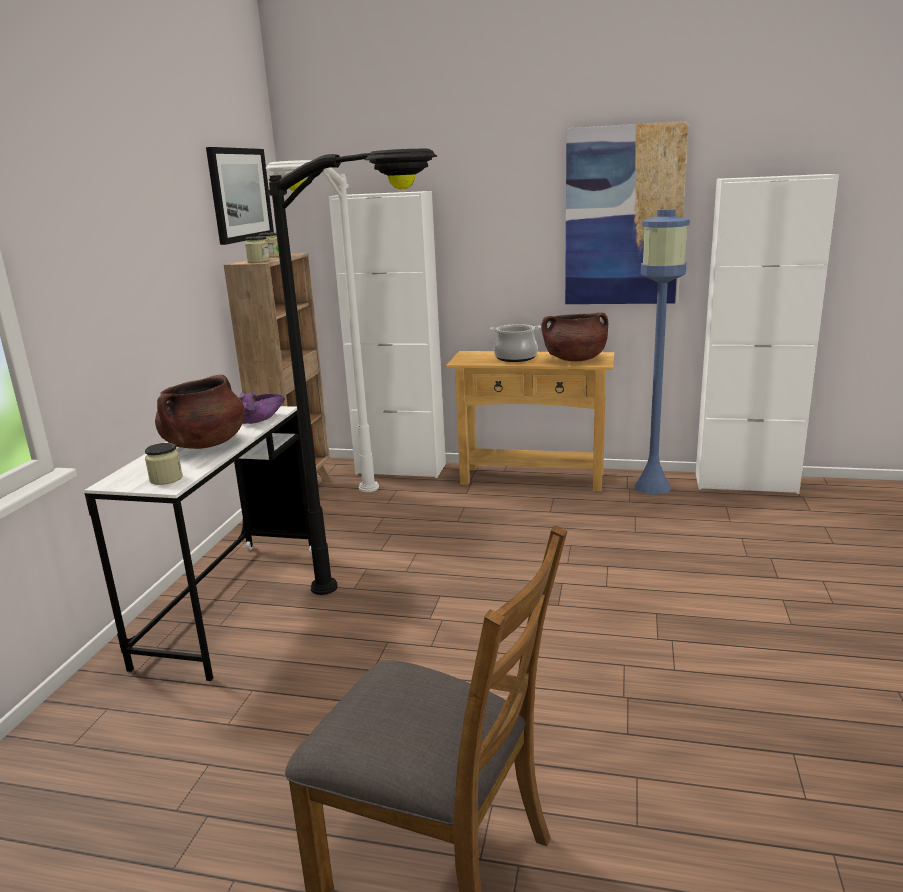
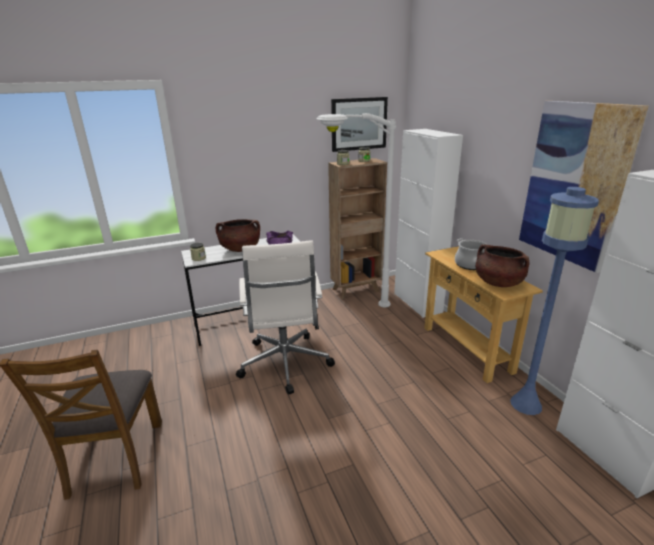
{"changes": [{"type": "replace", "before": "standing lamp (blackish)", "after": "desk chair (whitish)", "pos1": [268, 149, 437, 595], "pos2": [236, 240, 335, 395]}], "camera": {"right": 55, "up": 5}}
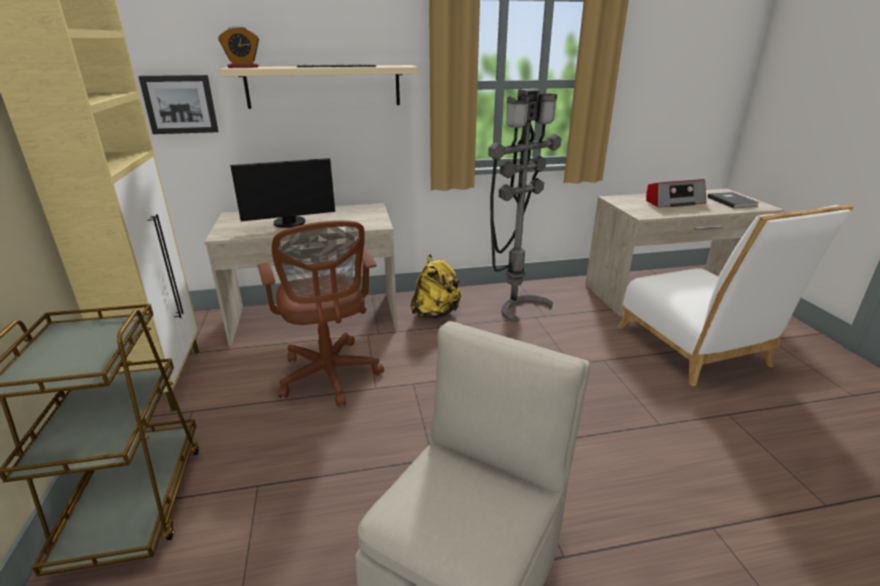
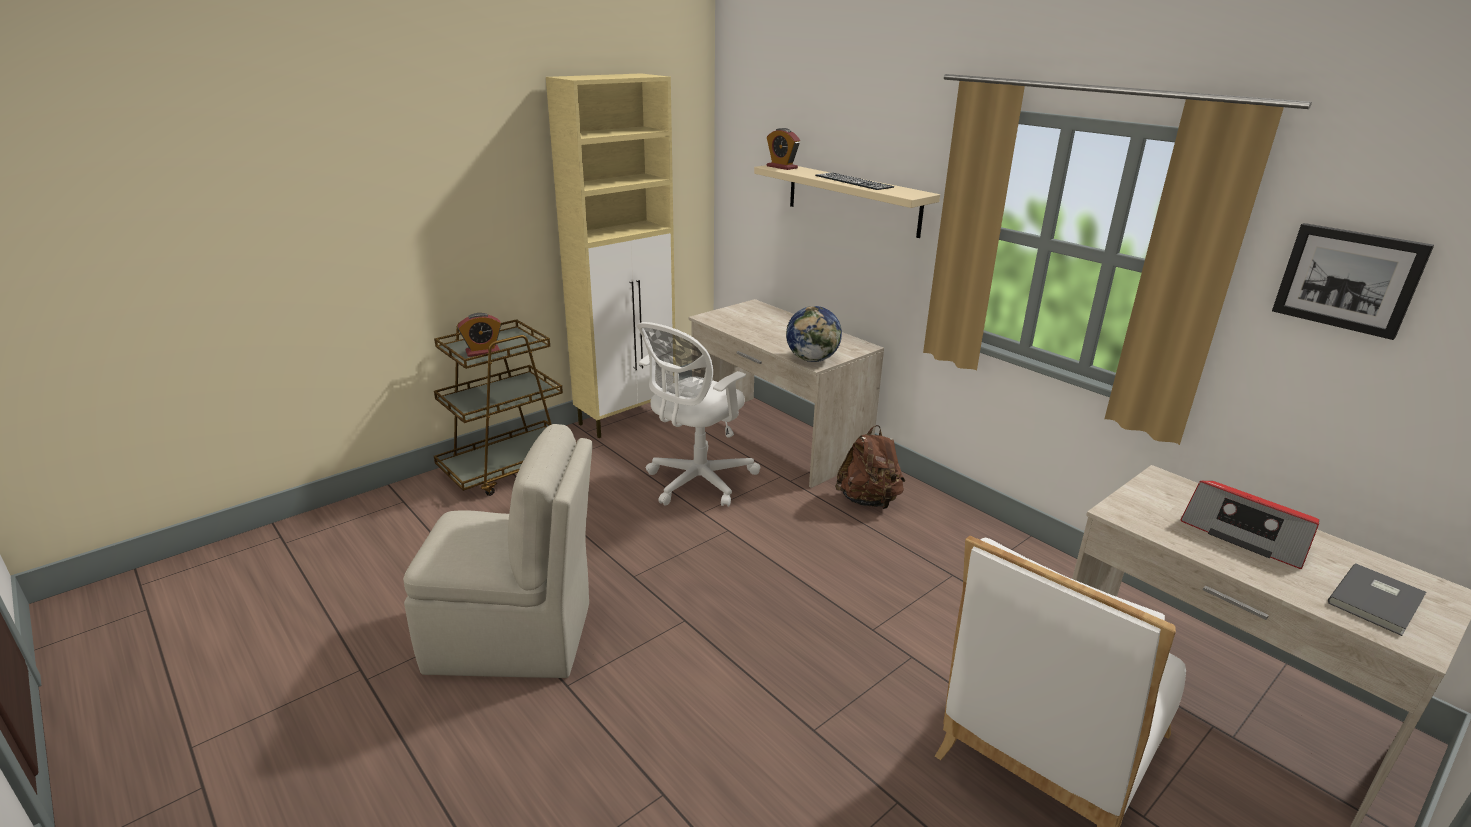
{"changes": [{"type": "move", "before": "picture", "pos1": [138, 75, 219, 134], "pos2": [1272, 223, 1434, 340]}, {"type": "delete", "before": "computer display", "pos1": [230, 158, 335, 228]}, {"type": "recolor", "before": "desk chair (brown-coloured)", "after": "desk chair (whitish)", "pos1": [258, 220, 384, 407], "pos2": [637, 322, 760, 507]}, {"type": "recolor", "before": "rucksack (yellow)", "after": "rucksack (brown-coloured)", "pos1": [410, 254, 462, 318], "pos2": [835, 425, 905, 509]}, {"type": "delete", "before": "standing lamp (greyish)", "pos1": [488, 88, 562, 322]}, {"type": "insert", "after": "table clock", "pos2": [457, 313, 501, 357]}, {"type": "insert", "after": "world globe", "pos2": [786, 306, 842, 362]}], "camera": {"right": 60, "up": 0}}
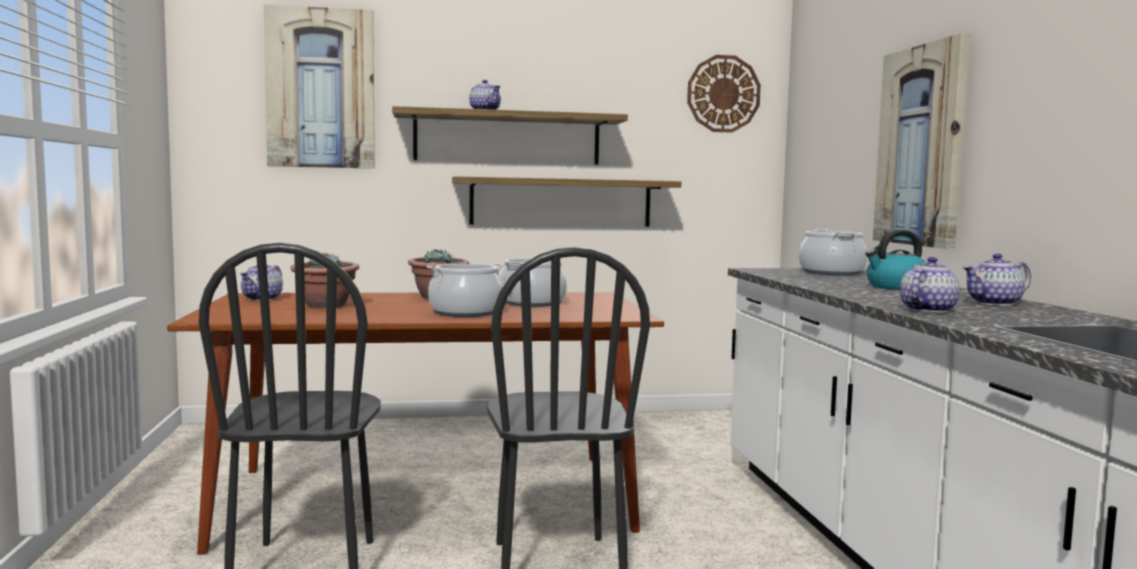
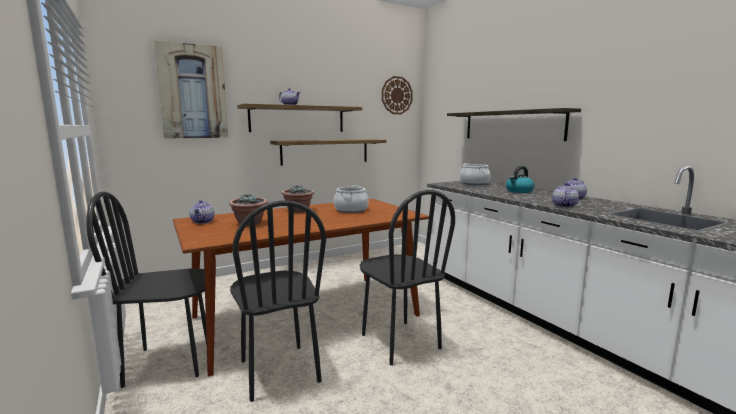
{"changes": [{"type": "delete", "before": "saucepot", "pos1": [426, 263, 505, 317]}, {"type": "replace", "before": "picture", "after": "shelf", "pos1": [873, 33, 970, 249], "pos2": [447, 108, 581, 141]}, {"type": "insert", "after": "upright chair (blackish)", "pos2": [86, 191, 207, 388]}], "camera": {"right": -20, "up": 5}}
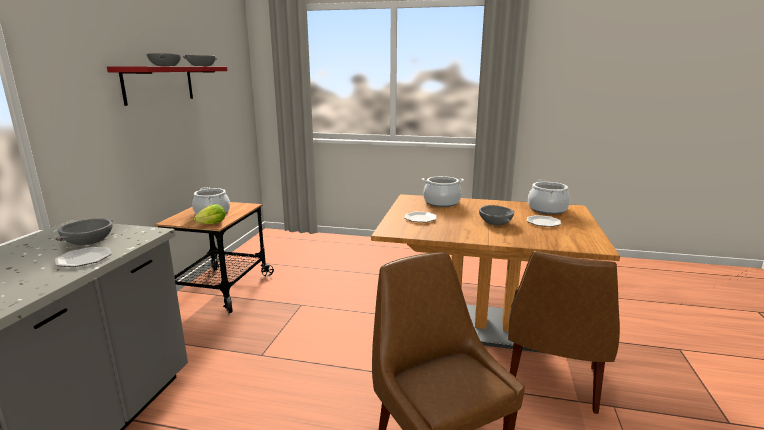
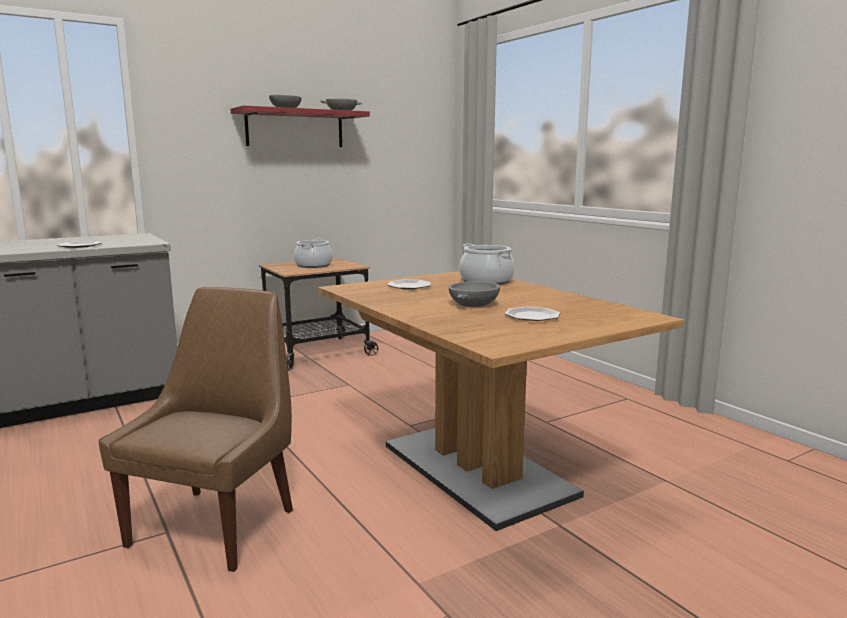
{"changes": [{"type": "delete", "before": "serving bowl (greyish)", "pos1": [55, 218, 113, 245]}, {"type": "delete", "before": "lettuce head", "pos1": [193, 204, 225, 224]}, {"type": "delete", "before": "upright chair (brown-coloured)", "pos1": [508, 251, 620, 414]}, {"type": "delete", "before": "saucepot", "pos1": [528, 180, 570, 214]}], "camera": {"right": 45, "up": -5}}
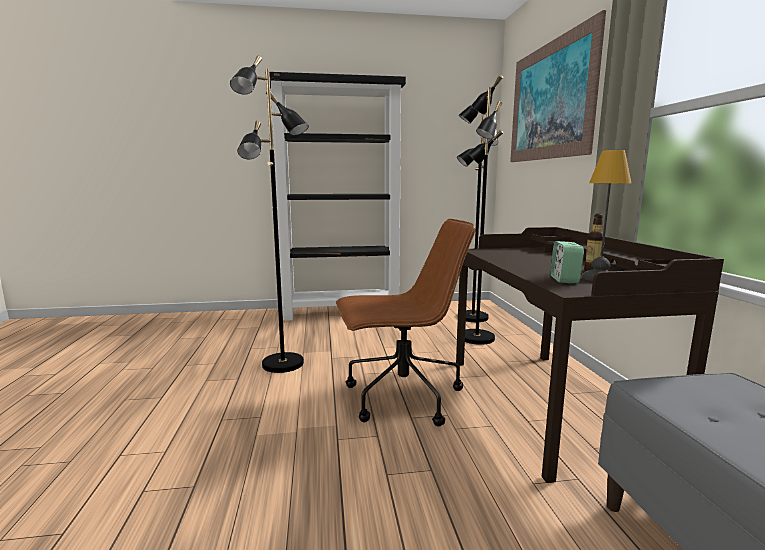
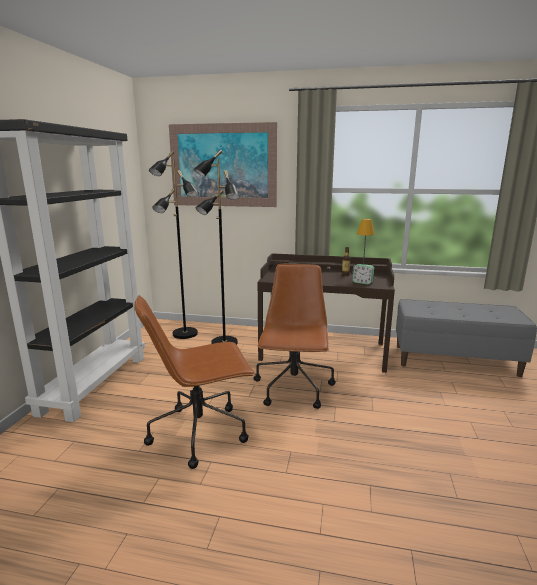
{"changes": [{"type": "replace", "before": "standing lamp (blackish)", "after": "desk chair (brown-coloured)", "pos1": [230, 55, 309, 373], "pos2": [135, 295, 255, 469]}], "camera": {"right": -70, "up": 5}}
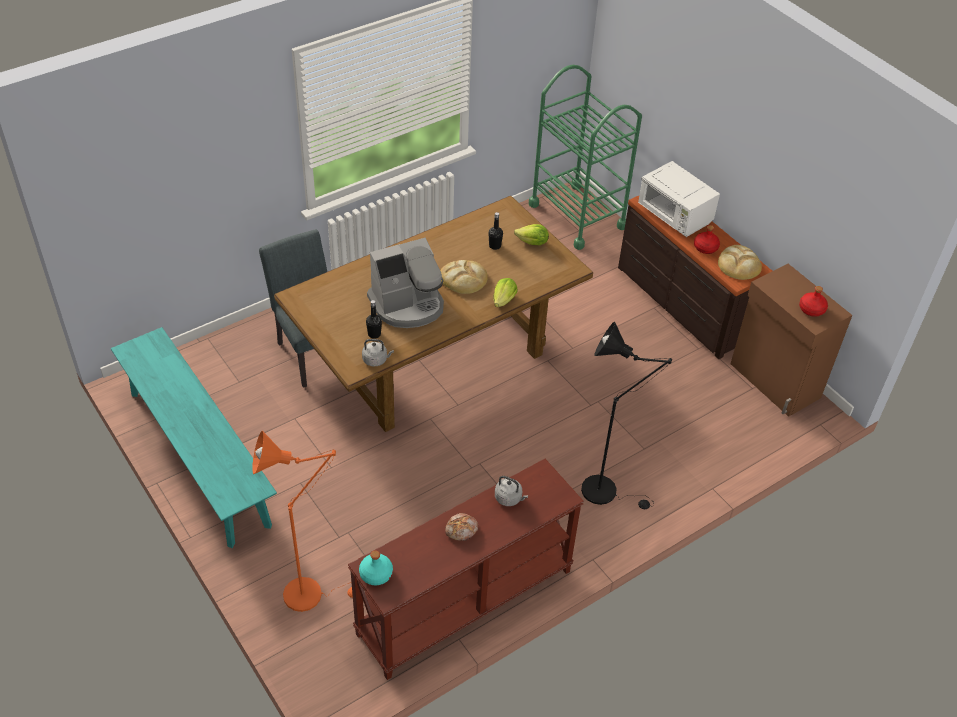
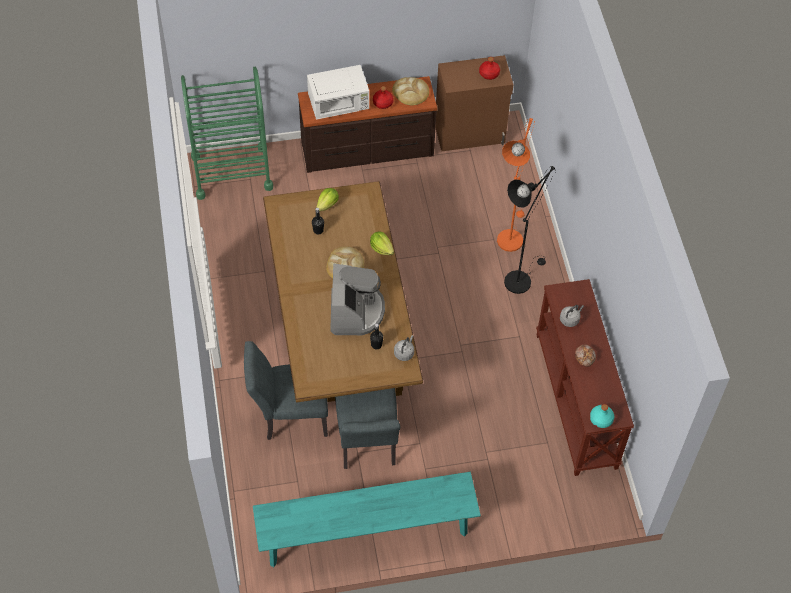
{"changes": [{"type": "move", "before": "standing lamp (orange)", "pos1": [252, 431, 353, 612], "pos2": [497, 118, 535, 252]}, {"type": "insert", "after": "upright chair (greyish)", "pos2": [335, 388, 400, 469]}], "camera": {"right": -65, "up": 10}}
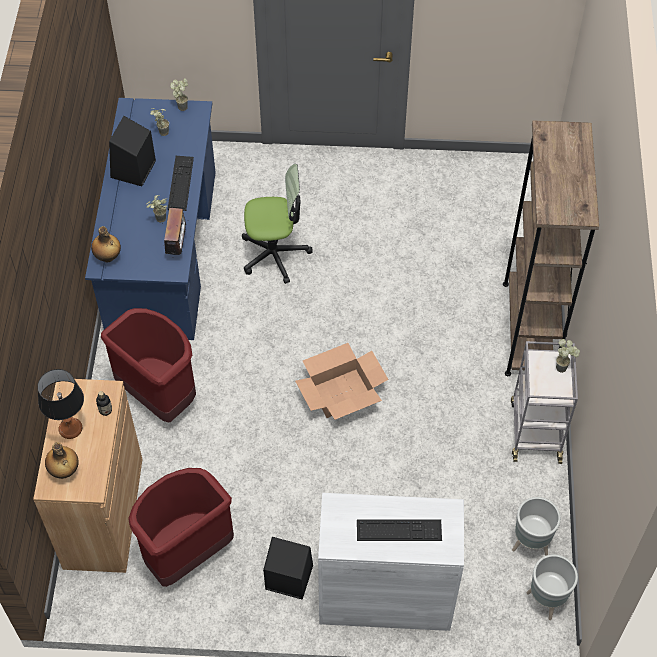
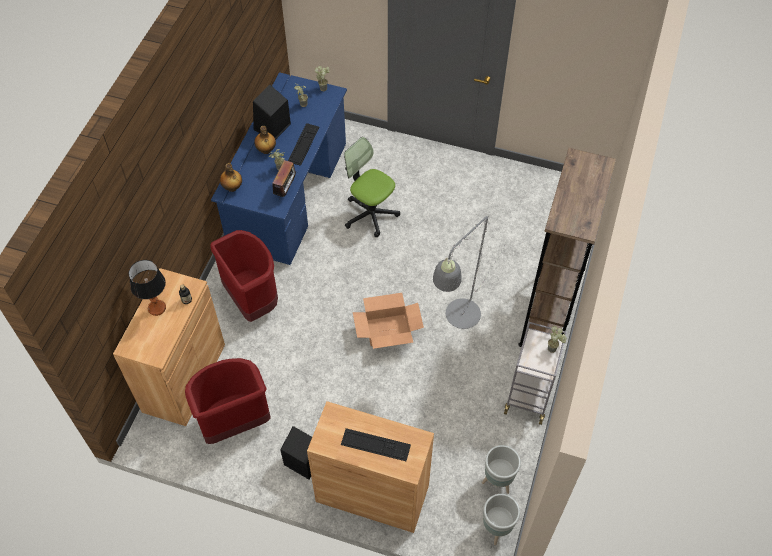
{"changes": [{"type": "move", "before": "drink bottle", "pos1": [45, 442, 79, 479], "pos2": [254, 126, 276, 154]}, {"type": "rotate", "before": "desk chair", "pos1": [242, 164, 313, 284], "pos2": [344, 137, 400, 237], "turn": -150}, {"type": "recolor", "before": "cabinet (whitish)", "after": "cabinet (brown-coloured)", "pos1": [318, 493, 464, 631], "pos2": [307, 401, 434, 533]}, {"type": "insert", "after": "standing lamp (greyish)", "pos2": [433, 216, 506, 329]}], "camera": {"right": 15, "up": 0}}
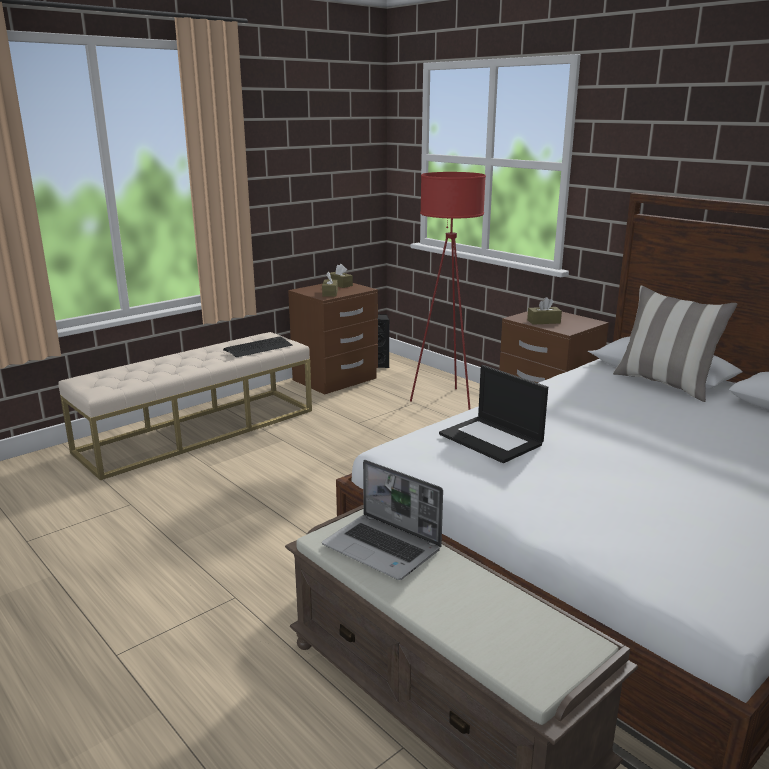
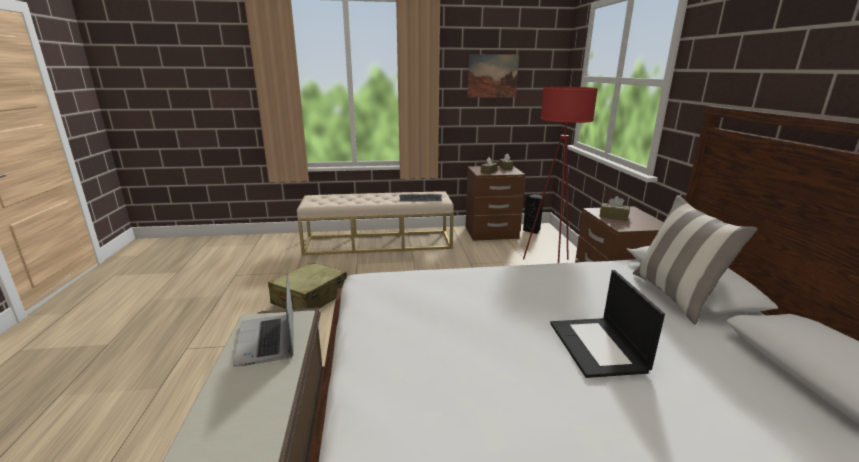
{"changes": [{"type": "move", "before": "portable computer", "pos1": [439, 365, 548, 463], "pos2": [550, 270, 665, 378]}, {"type": "insert", "after": "piece of luggage (beige)", "pos2": [268, 262, 347, 309]}, {"type": "insert", "after": "picture", "pos2": [468, 54, 519, 97]}], "camera": {"right": 35, "up": 0}}
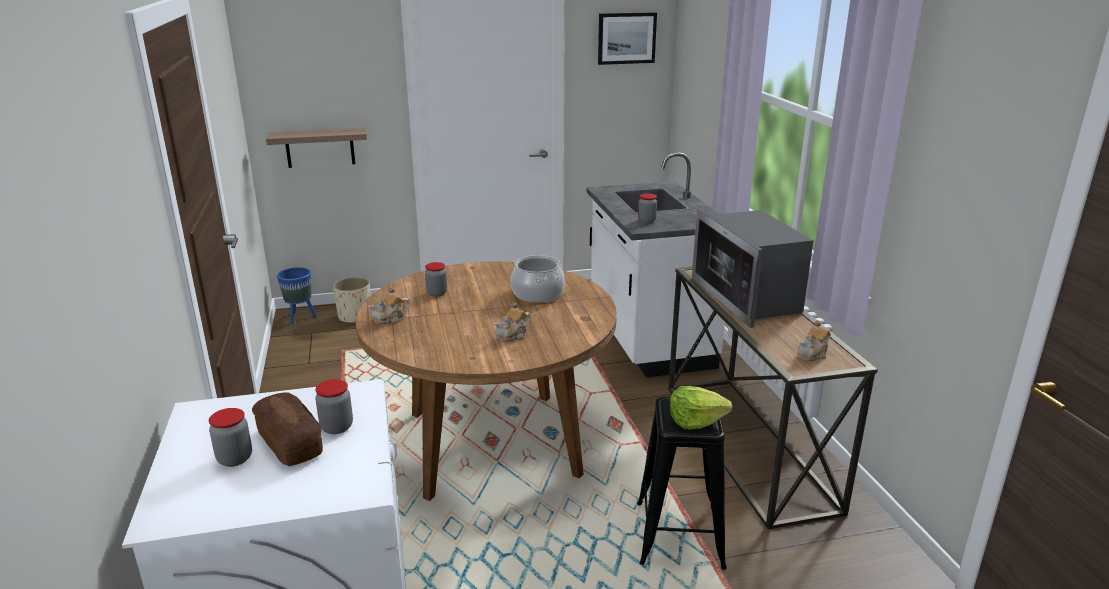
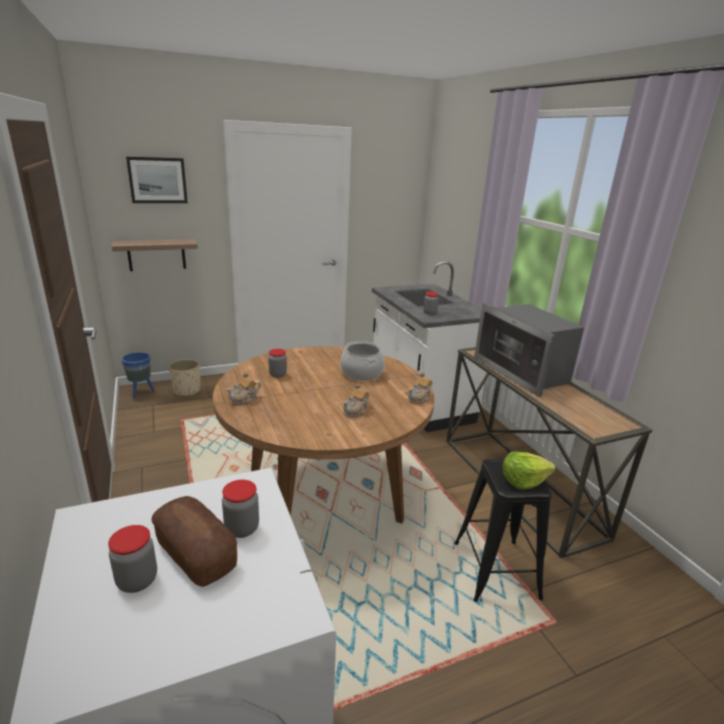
{"changes": [{"type": "move", "before": "picture", "pos1": [598, 12, 657, 65], "pos2": [126, 157, 188, 203]}, {"type": "move", "before": "pot for tea", "pos1": [797, 320, 831, 361], "pos2": [408, 372, 433, 404]}], "camera": {"right": -10, "up": 0}}
